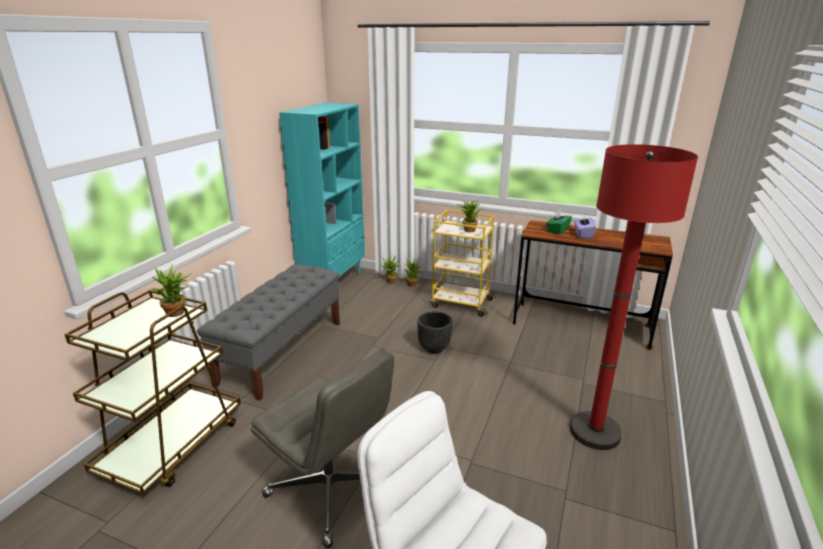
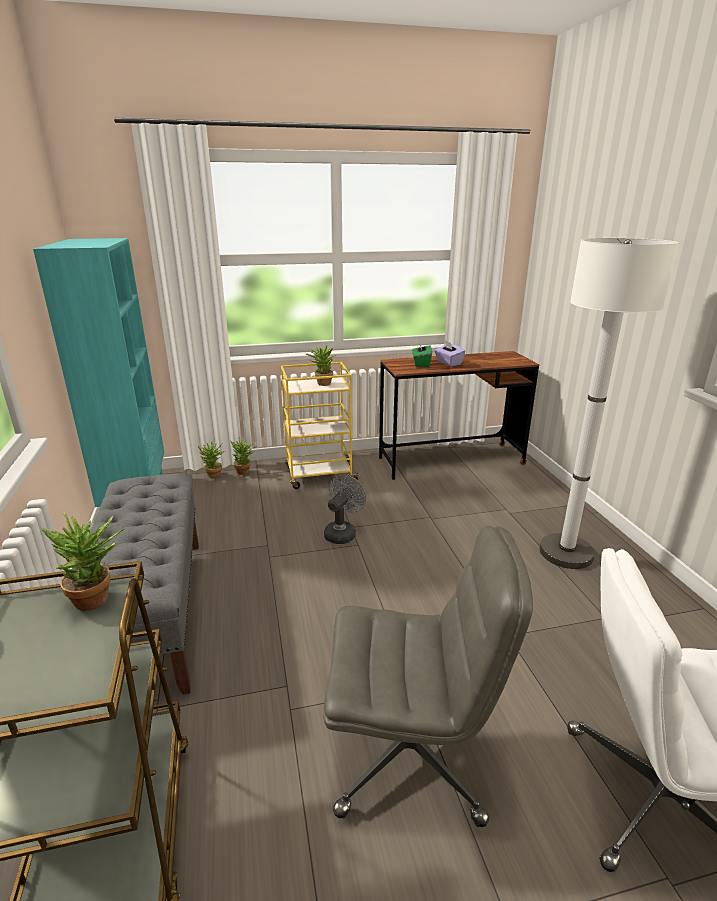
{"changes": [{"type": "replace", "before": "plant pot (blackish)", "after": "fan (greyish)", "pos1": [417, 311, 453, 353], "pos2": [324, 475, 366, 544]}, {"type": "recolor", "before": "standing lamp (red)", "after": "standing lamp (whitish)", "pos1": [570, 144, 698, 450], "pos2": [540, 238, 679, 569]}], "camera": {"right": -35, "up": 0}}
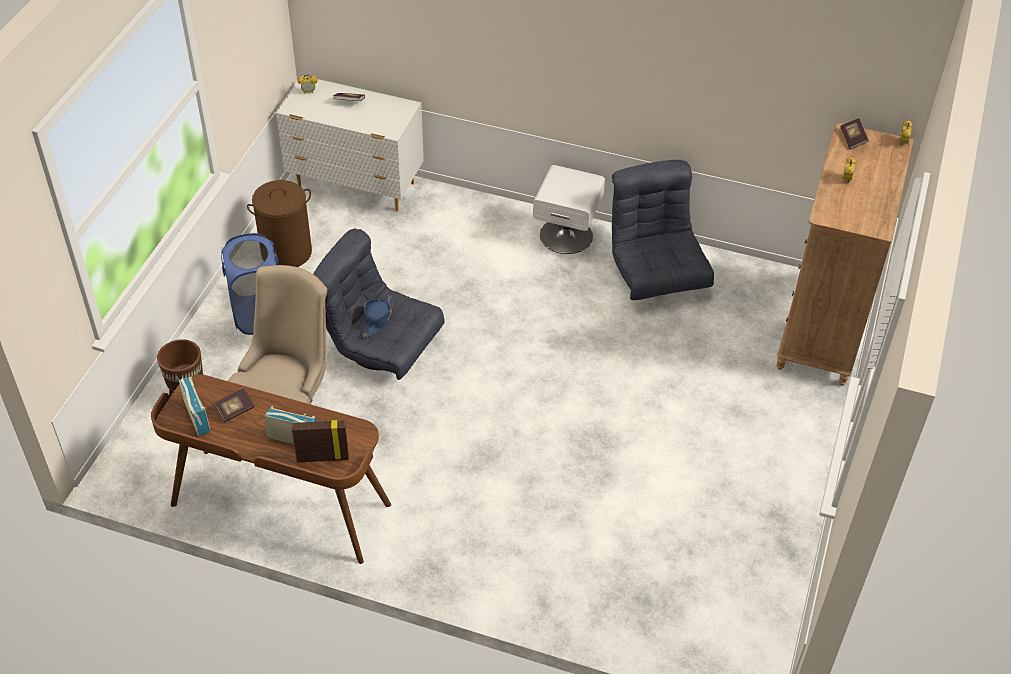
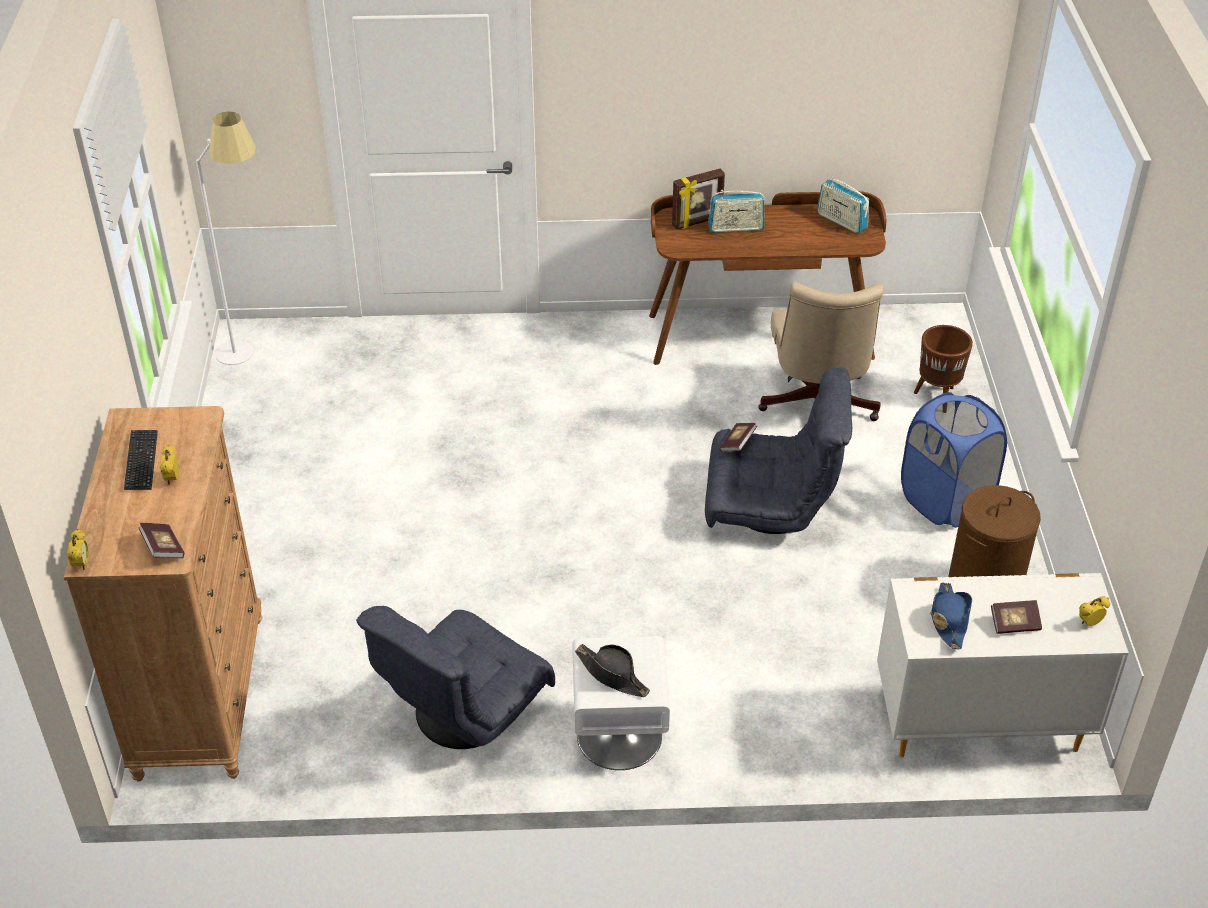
{"changes": [{"type": "move", "before": "bound book", "pos1": [214, 388, 255, 422], "pos2": [720, 423, 757, 451]}, {"type": "move", "before": "clothing hat (bluish)", "pos1": [362, 295, 394, 337], "pos2": [931, 582, 972, 649]}, {"type": "rotate", "before": "lounge chair (greyish)", "pos1": [612, 160, 714, 300], "pos2": [356, 606, 555, 749], "turn": 75}, {"type": "insert", "after": "keyboard", "pos2": [124, 430, 158, 490]}, {"type": "insert", "after": "standing lamp (whitish)", "pos2": [196, 112, 256, 365]}, {"type": "insert", "after": "clothing hat (blackish)", "pos2": [575, 644, 650, 697]}], "camera": {"right": 160, "up": -5}}
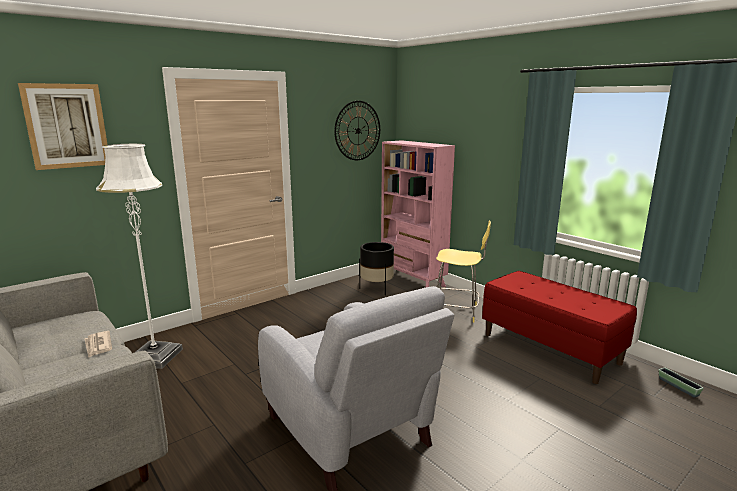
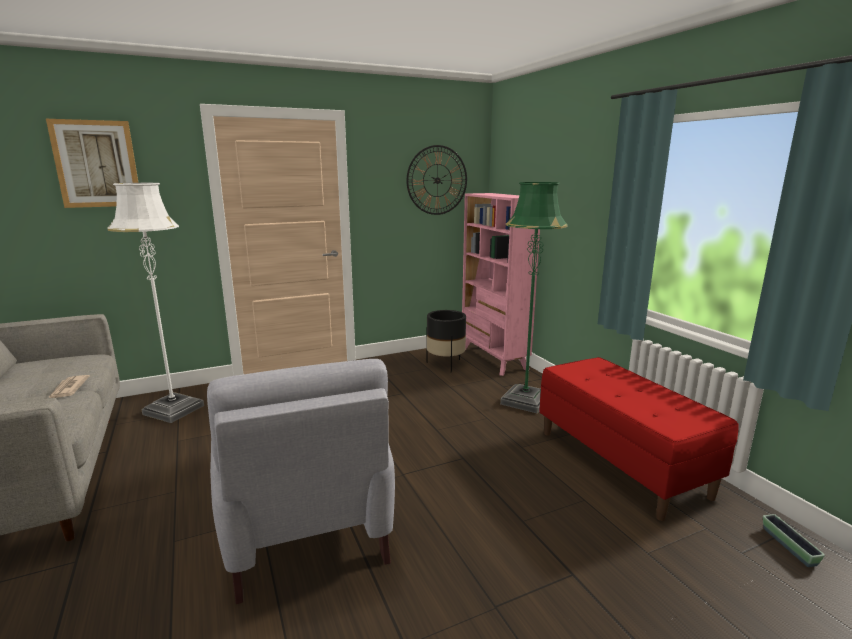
{"changes": [{"type": "replace", "before": "stool (yellow)", "after": "standing lamp (greenish)", "pos1": [436, 221, 491, 323], "pos2": [500, 182, 568, 414]}], "camera": {"right": 15, "up": 0}}
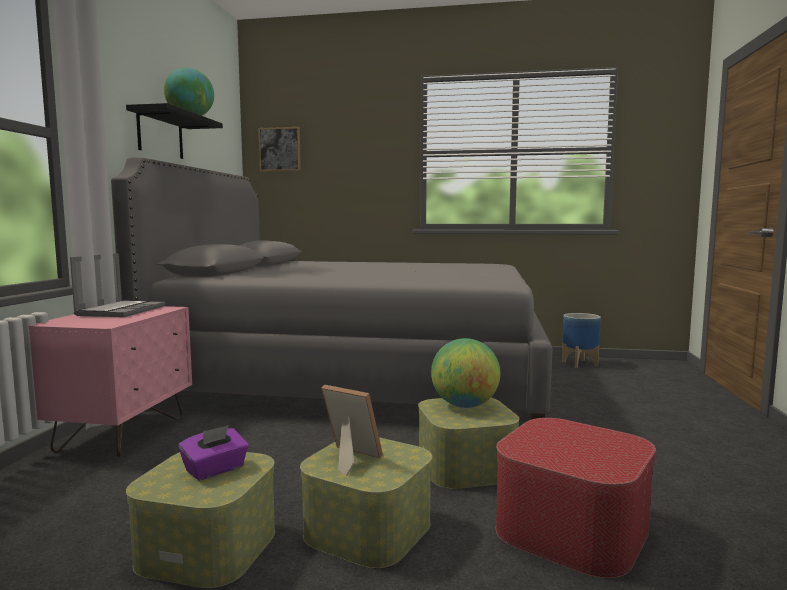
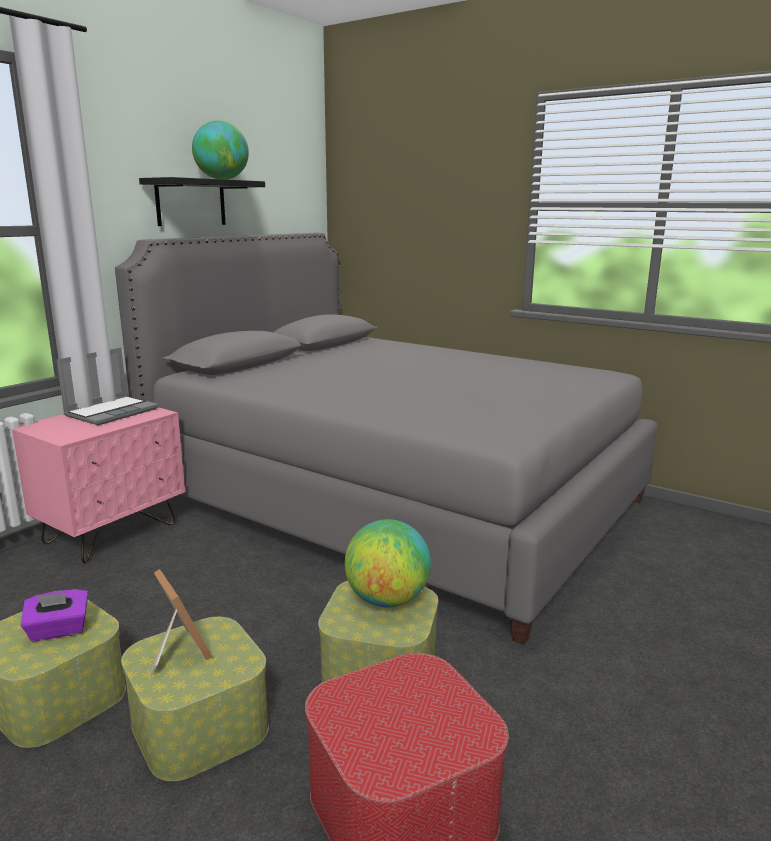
{"changes": [{"type": "delete", "before": "picture", "pos1": [258, 127, 301, 171]}, {"type": "delete", "before": "plant pot", "pos1": [562, 313, 601, 368]}], "camera": {"right": 25, "up": 10}}
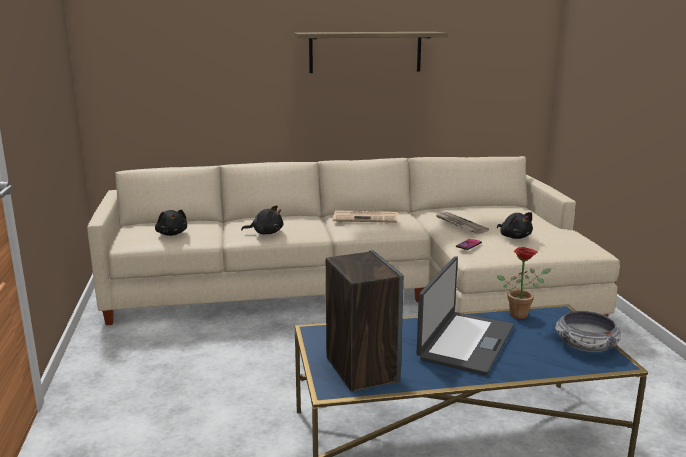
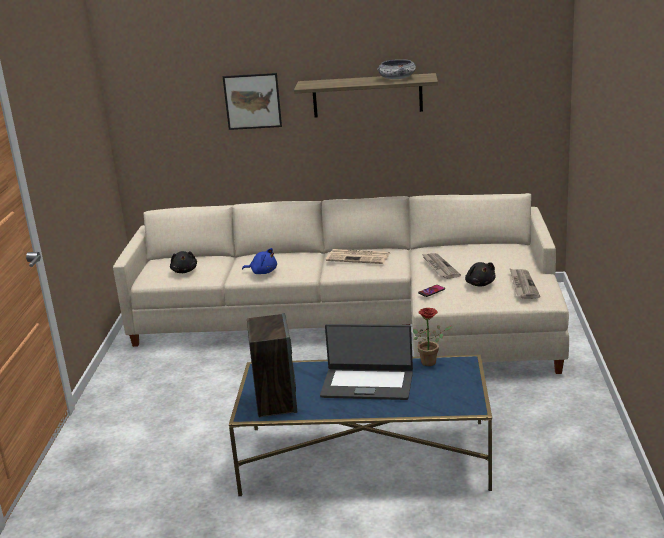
{"changes": [{"type": "recolor", "before": "soft toy (blackish)", "after": "soft toy (bluish)", "pos1": [241, 205, 283, 235], "pos2": [242, 248, 277, 274]}, {"type": "rotate", "before": "portable computer", "pos1": [417, 256, 514, 375], "pos2": [320, 324, 413, 400], "turn": 60}, {"type": "move", "before": "serving bowl", "pos1": [555, 311, 621, 352], "pos2": [377, 59, 416, 79]}, {"type": "insert", "after": "picture", "pos2": [223, 73, 282, 130]}, {"type": "insert", "after": "printed paper", "pos2": [510, 269, 540, 299]}], "camera": {"right": 15, "up": 5}}
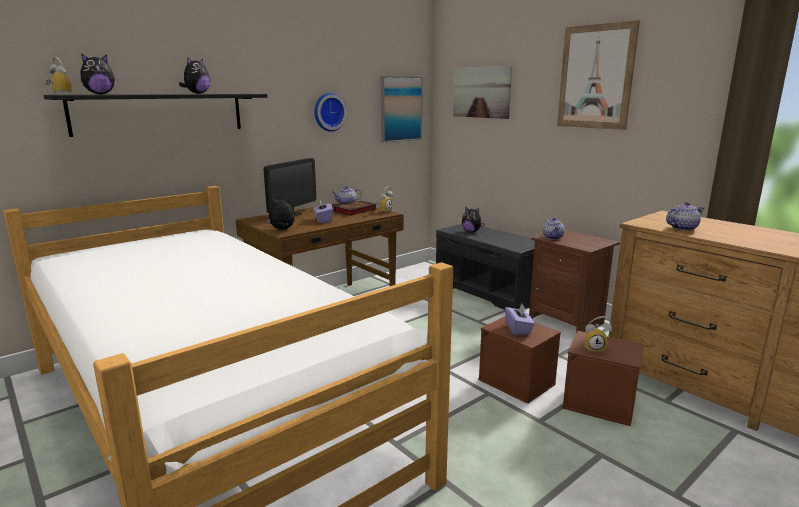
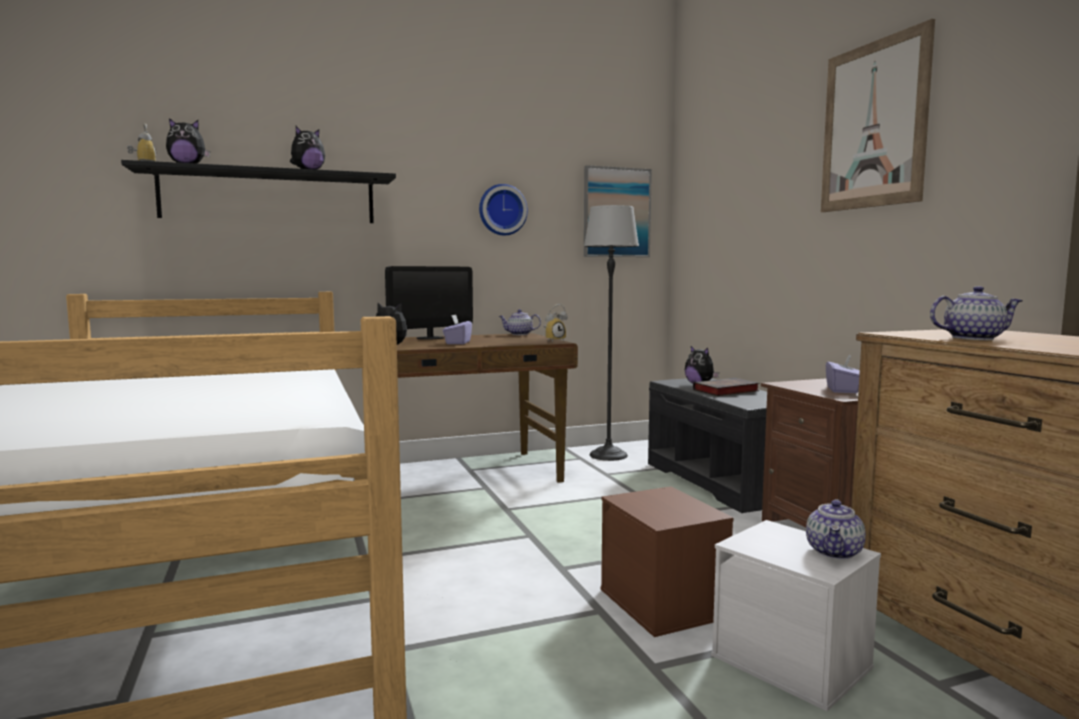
{"changes": [{"type": "move", "before": "bound book", "pos1": [334, 201, 377, 216], "pos2": [693, 378, 760, 396]}, {"type": "delete", "before": "picture", "pos1": [453, 66, 512, 119]}, {"type": "move", "before": "box of tissues (purple-coloured)", "pos1": [505, 304, 534, 335], "pos2": [826, 355, 860, 393]}, {"type": "move", "before": "pot for tea", "pos1": [543, 218, 565, 240], "pos2": [806, 499, 866, 559]}, {"type": "recolor", "before": "storage container (brown-coloured)", "after": "storage container (whitish)", "pos1": [562, 331, 644, 426], "pos2": [711, 520, 881, 711]}, {"type": "delete", "before": "table clock", "pos1": [585, 316, 612, 352]}, {"type": "insert", "after": "standing lamp", "pos2": [584, 205, 639, 461]}], "camera": {"right": 20, "up": -10}}
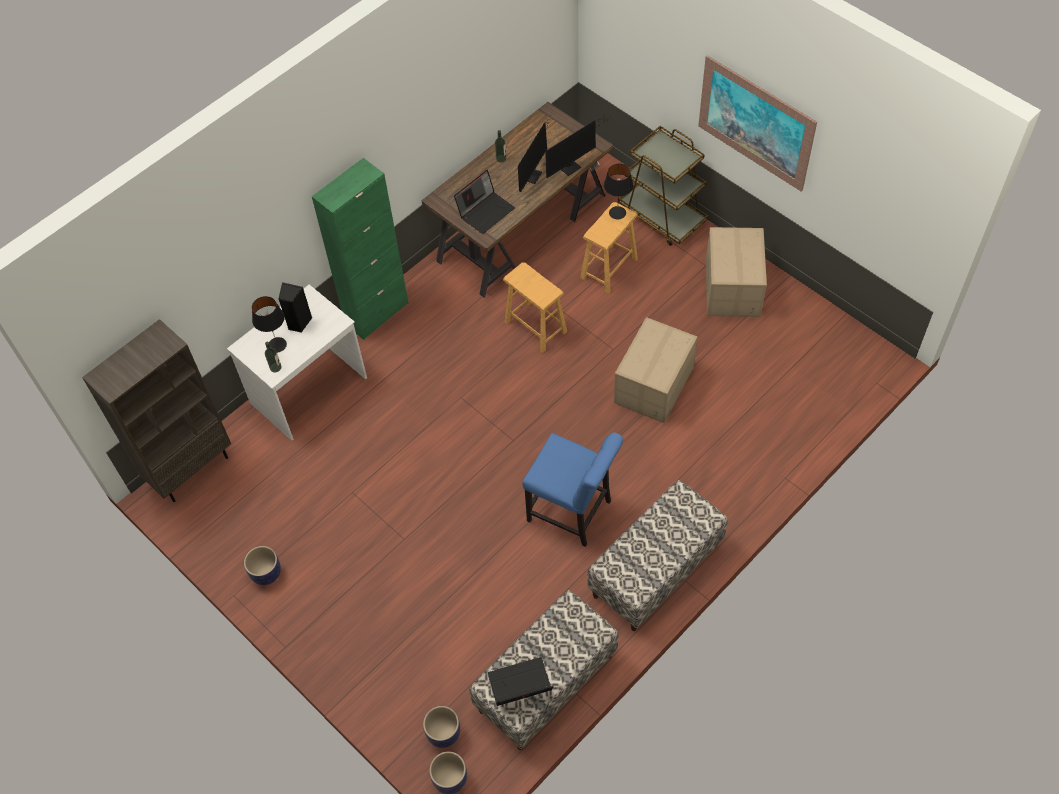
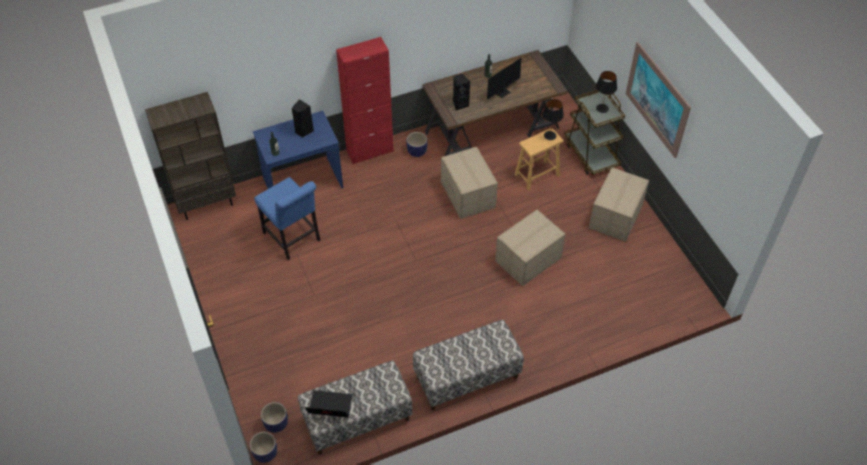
{"changes": [{"type": "recolor", "before": "desk (whitish)", "after": "desk (bluish)", "pos1": [227, 285, 367, 441], "pos2": [253, 111, 343, 189]}, {"type": "move", "before": "plant pot", "pos1": [244, 546, 281, 585], "pos2": [407, 132, 427, 157]}, {"type": "move", "before": "lamp for a table (blackish)", "pos1": [252, 296, 287, 353], "pos2": [596, 71, 617, 113]}, {"type": "recolor", "before": "cabinet (greenish)", "after": "cabinet (red)", "pos1": [312, 158, 408, 340], "pos2": [336, 37, 394, 164]}, {"type": "replace", "before": "portable computer", "after": "loudspeaker (blackish)", "pos1": [454, 170, 515, 234], "pos2": [453, 74, 470, 111]}, {"type": "replace", "before": "stool (brown-coloured)", "after": "cardboard box", "pos1": [503, 262, 567, 353], "pos2": [441, 147, 498, 219]}, {"type": "move", "before": "upright chair (bluish)", "pos1": [522, 432, 623, 547], "pos2": [254, 177, 320, 260]}, {"type": "delete", "before": "computer display", "pos1": [545, 118, 605, 178]}], "camera": {"right": 20, "up": -5}}
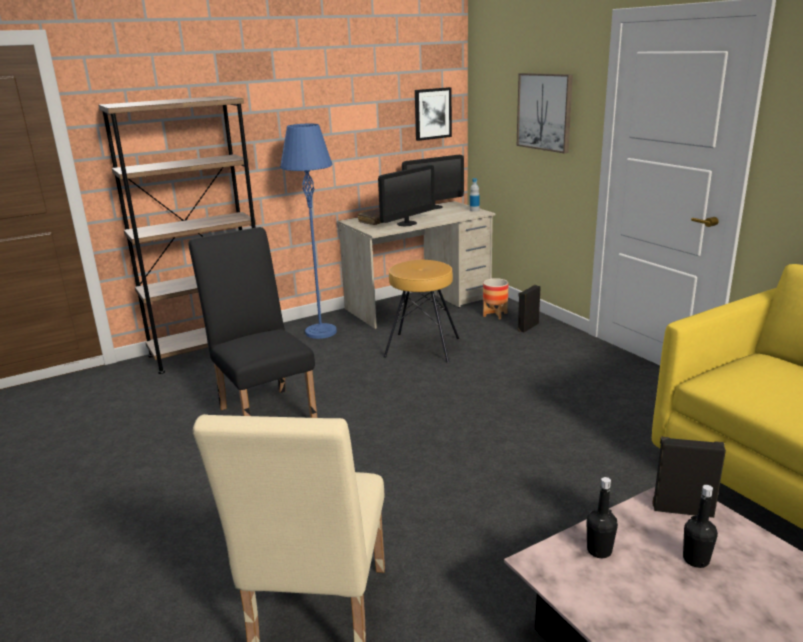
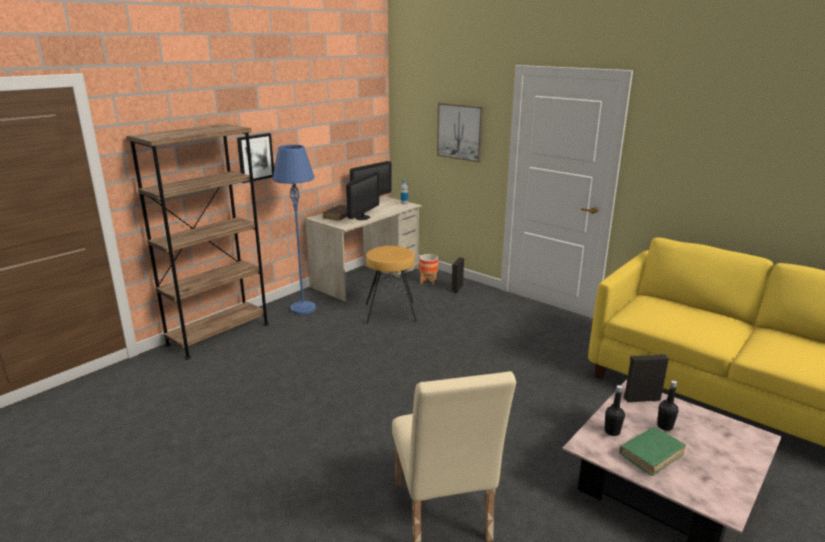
{"changes": [{"type": "delete", "before": "upright chair (blackish)", "pos1": [188, 227, 317, 418]}, {"type": "move", "before": "picture", "pos1": [415, 87, 452, 141], "pos2": [237, 133, 274, 183]}, {"type": "insert", "after": "bound book (greenish)", "pos2": [619, 427, 686, 476]}], "camera": {"right": -20, "up": 0}}
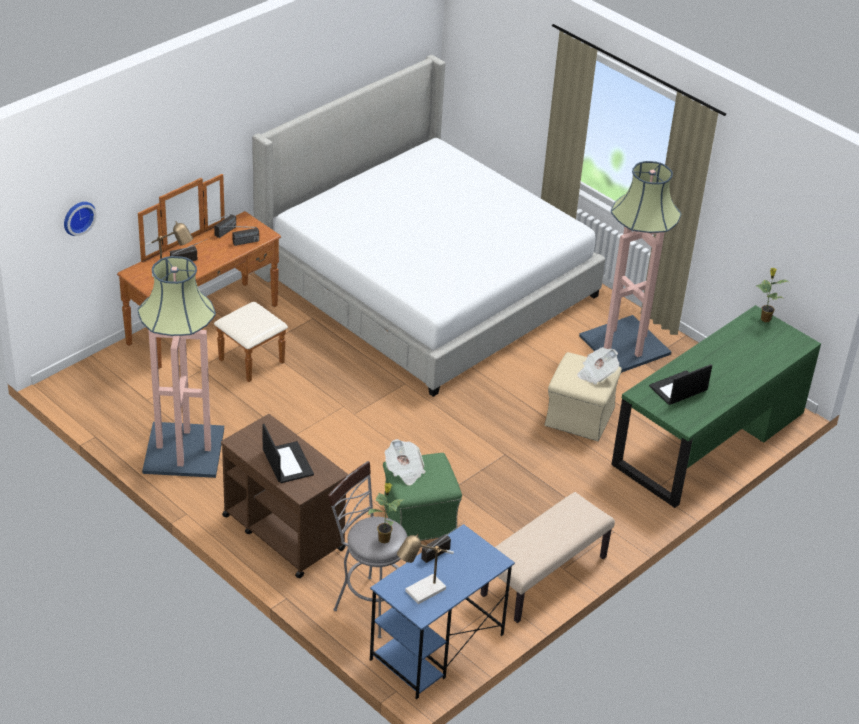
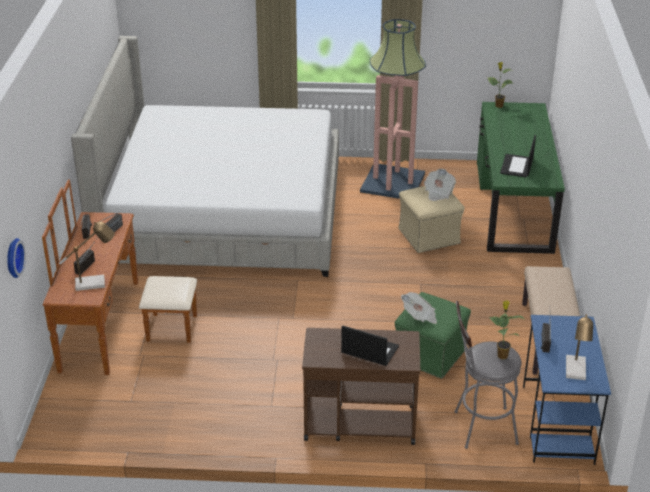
{"changes": [{"type": "delete", "before": "standing lamp", "pos1": [137, 256, 224, 478]}], "camera": {"right": -40, "up": -5}}
